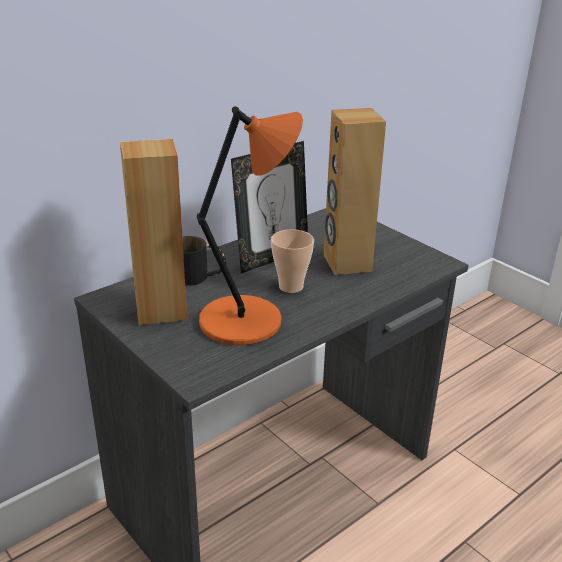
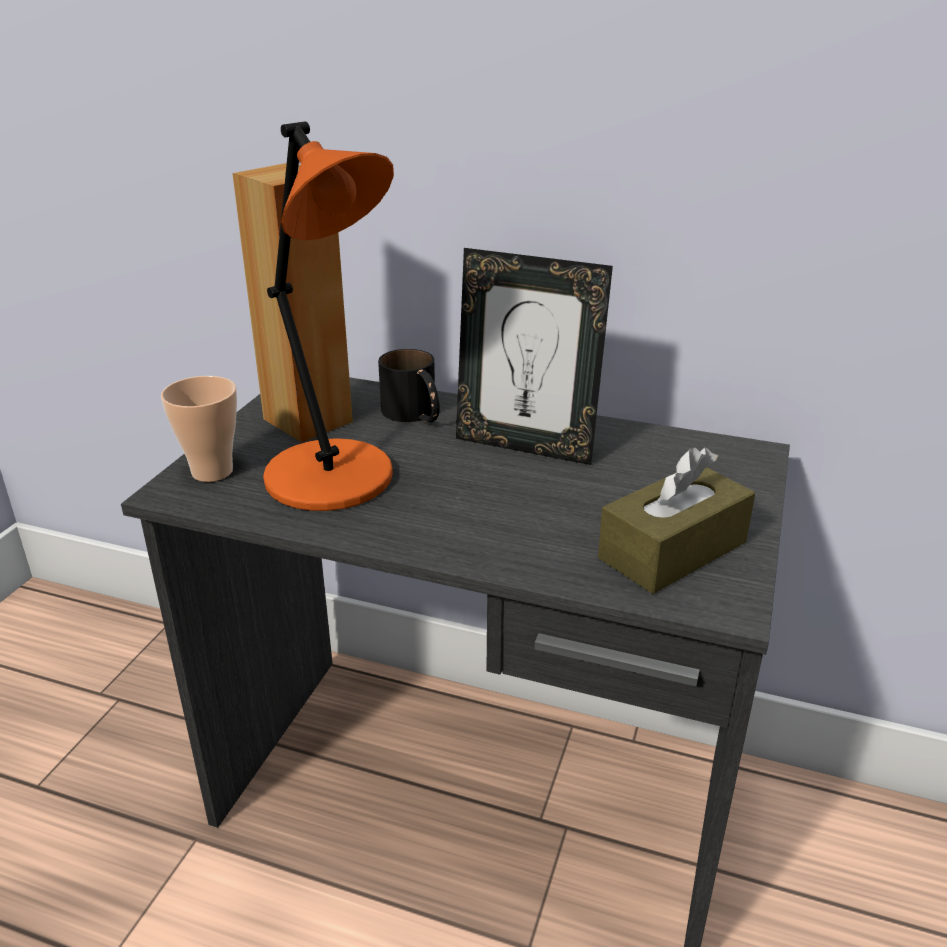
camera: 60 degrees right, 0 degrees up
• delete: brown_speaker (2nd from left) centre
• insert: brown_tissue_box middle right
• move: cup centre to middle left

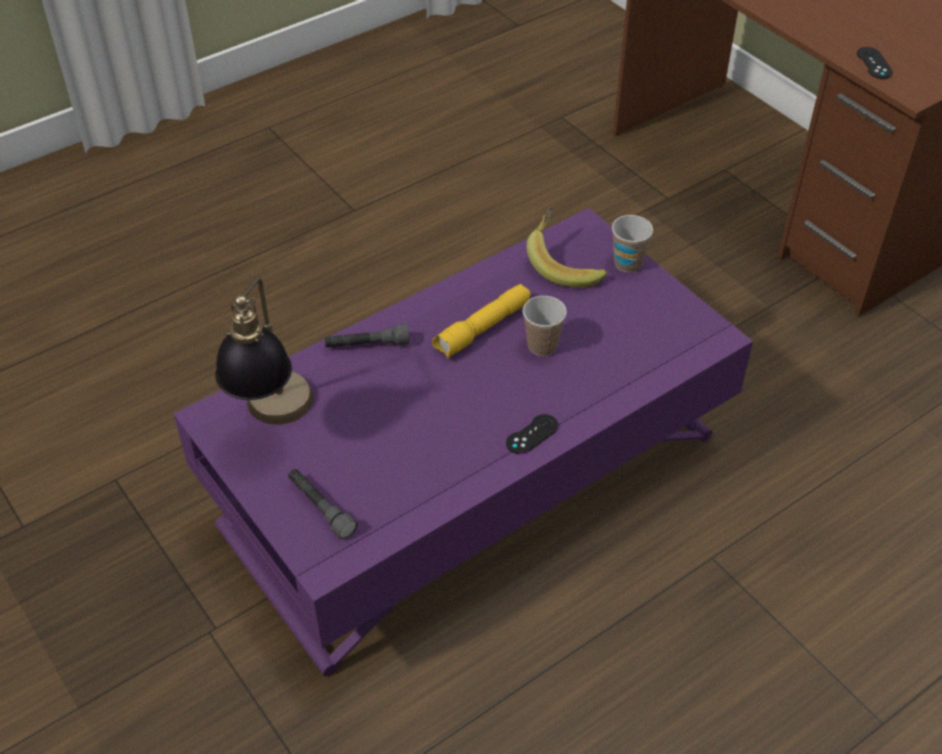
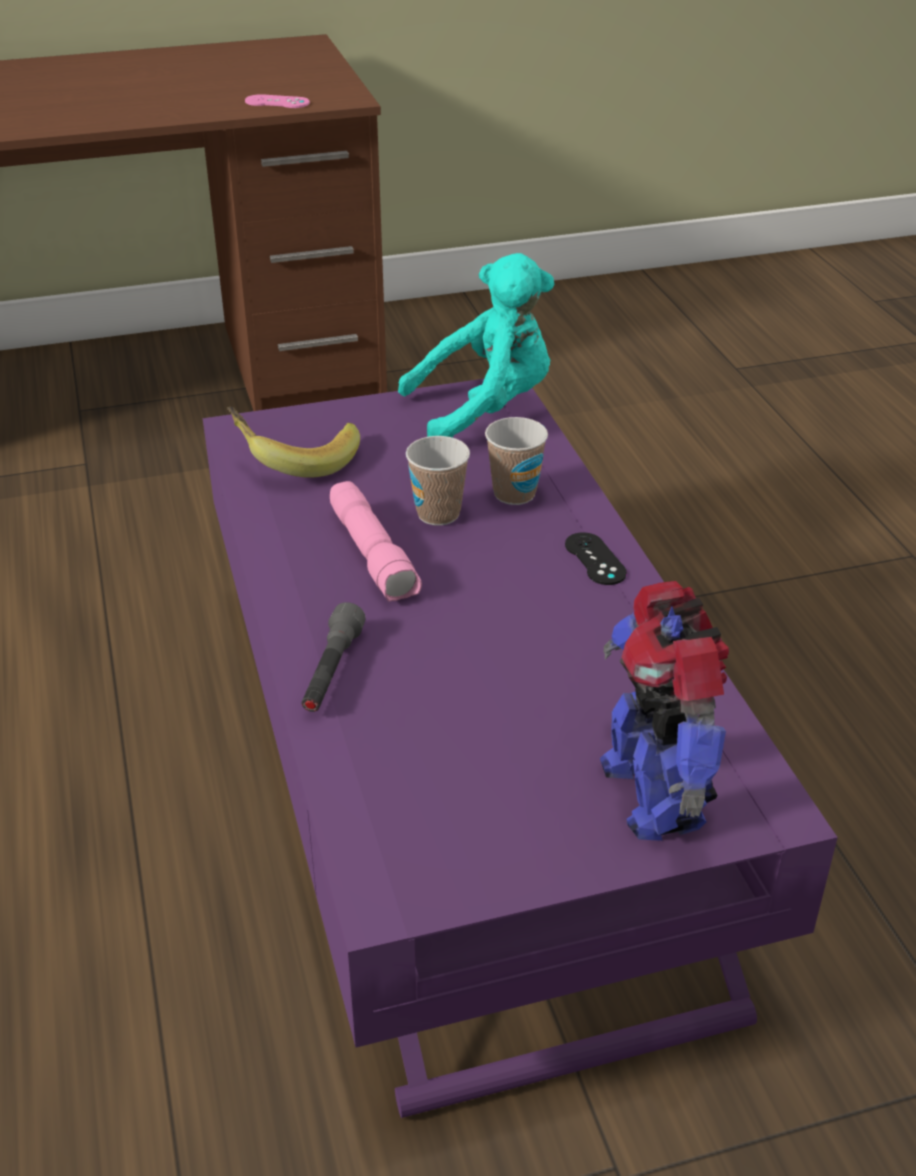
camera: 70 degrees left, 10 degrees down
• delete: table_lamp middle left
• insert: turquoise_plush_toy top centre
• move: cup (2nd from left) top right to centre
• replace: grey_flashlight (1st from left) bottom centre to toy_robot middle right
• recolor: yellow_flashlight centre to pink_flashlight centre
• recolor: black_game_controller (2nd from left) top right to pink_game_controller top left

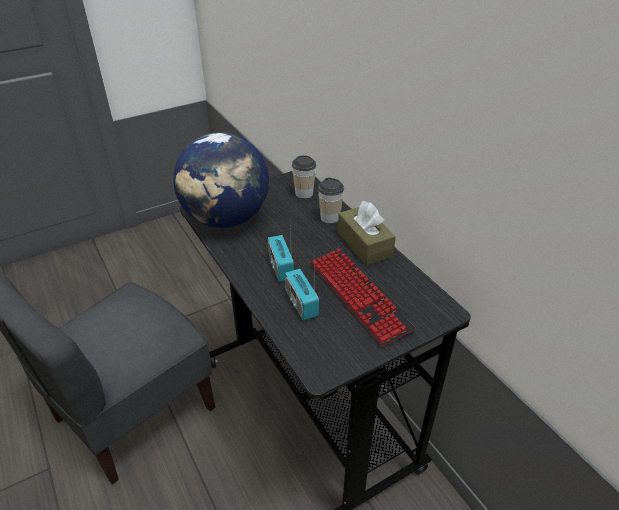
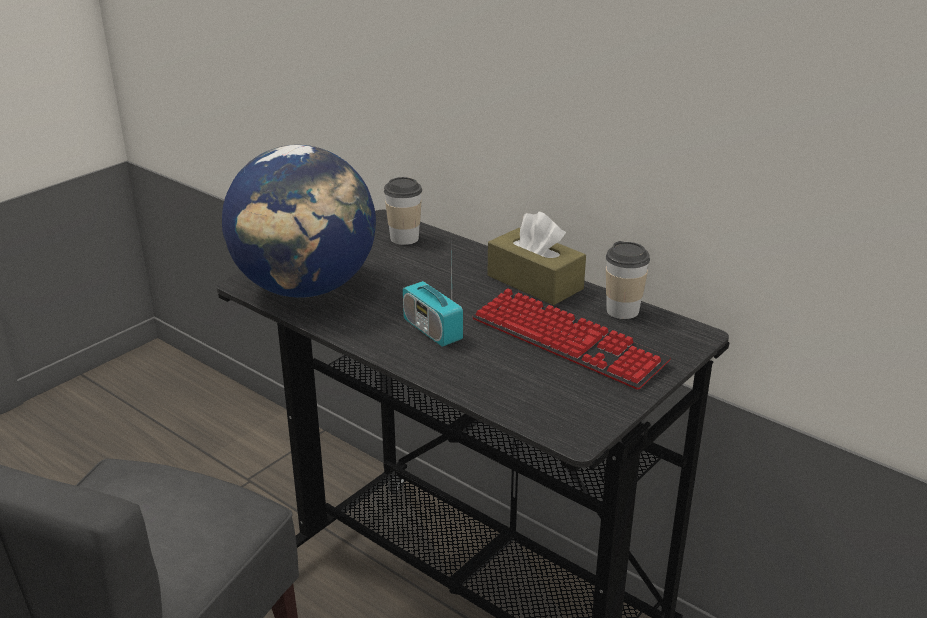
camera: 20 degrees left, 10 degrees down
• delete: radio (2nd from left) centre
• move: cup (2nd from left) centre to middle right

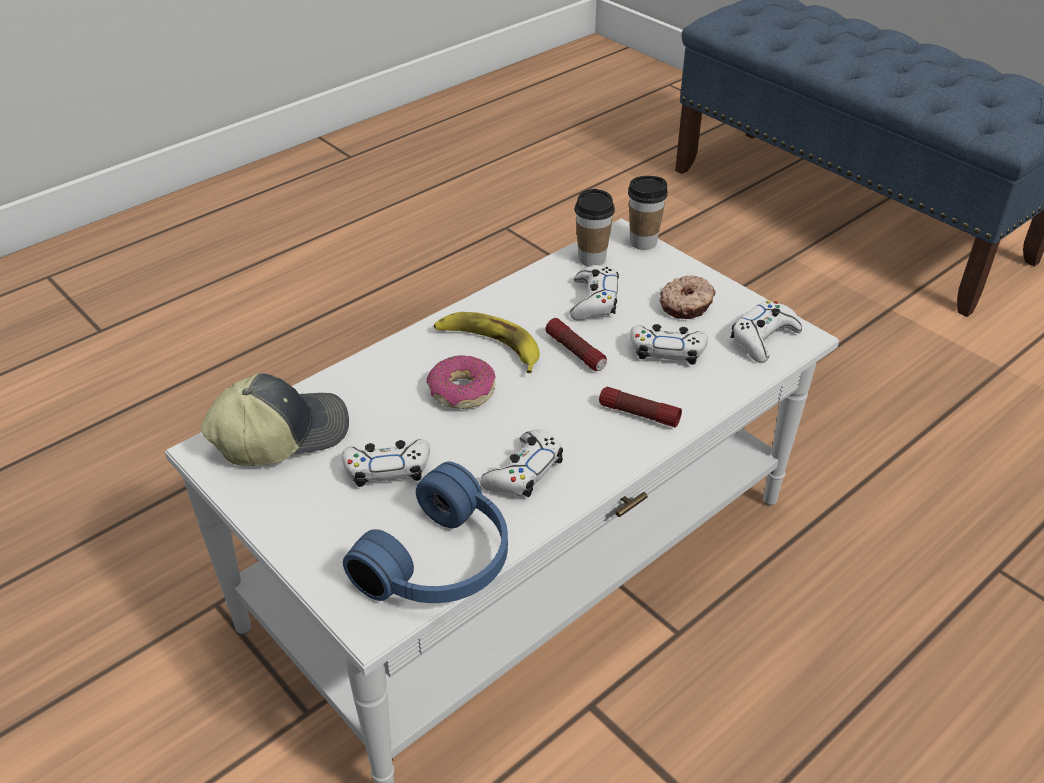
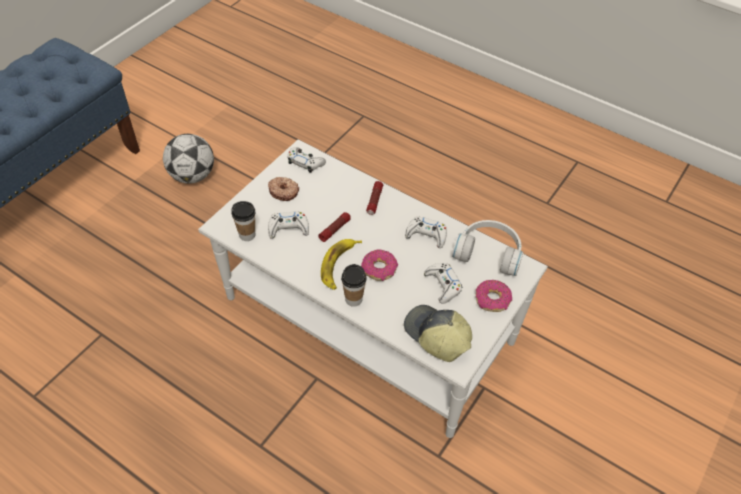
camera: 105 degrees left, 10 degrees up
• delete: white_game_controller (4th from left) centre
• insert: football top left
• insert: donut (3rd from left) middle right
• move: cup (2nd from left) top centre to centre
• recolor: blue_headphones bottom centre to white_headphones centre

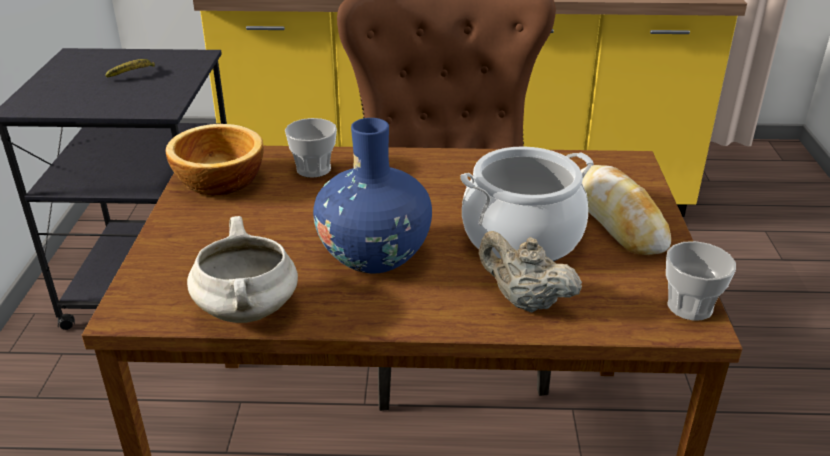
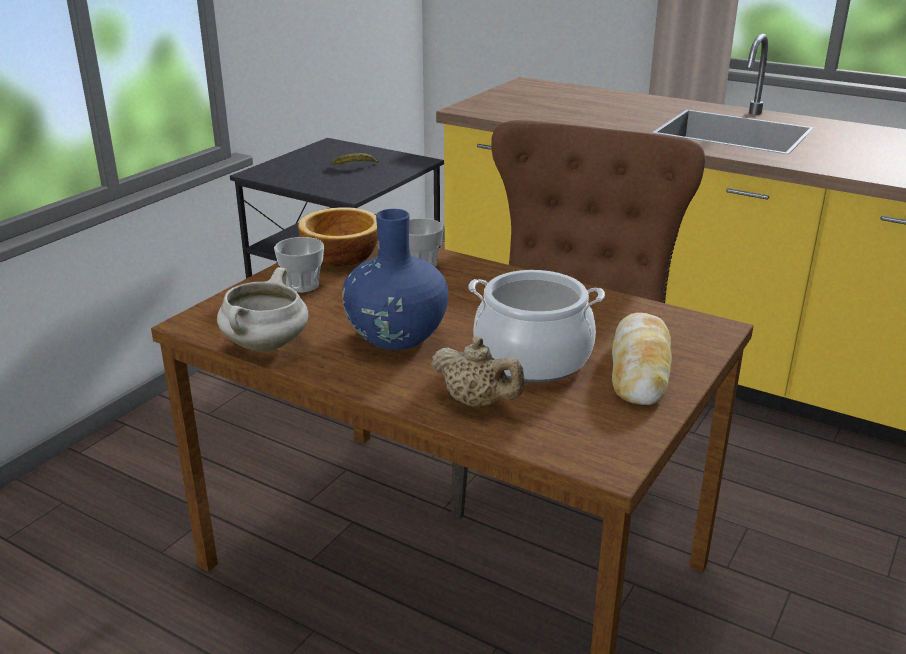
camera: 30 degrees right, 5 degrees down
• move: cup (2nd from left in the first image) middle right to cup (1st from left) middle left
• rotate: beige_teapot centre = centre 150 degrees clockwise

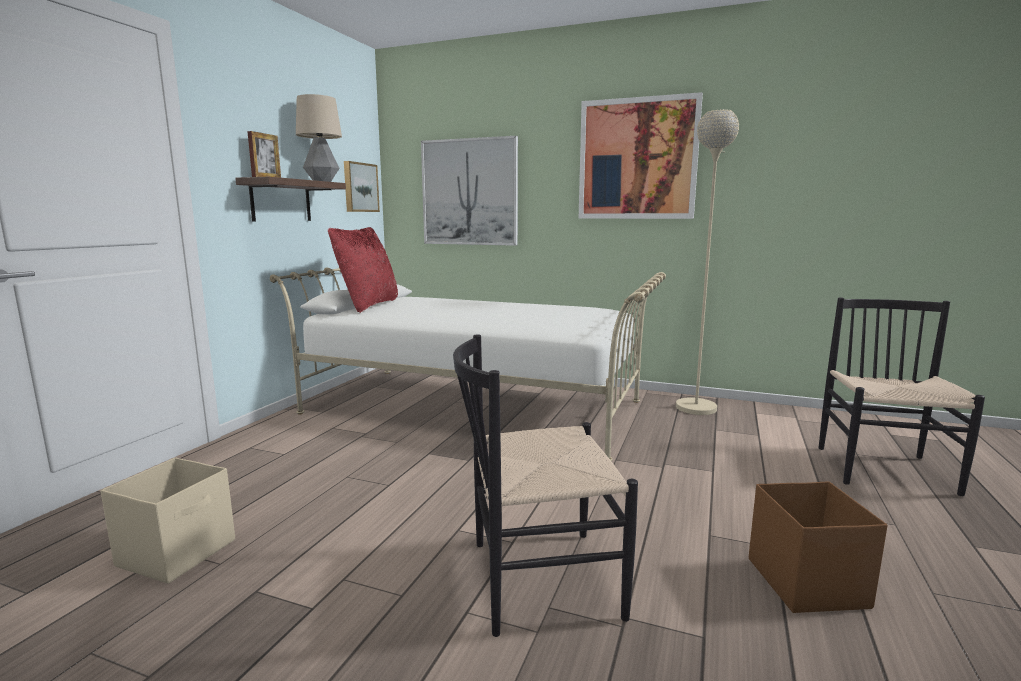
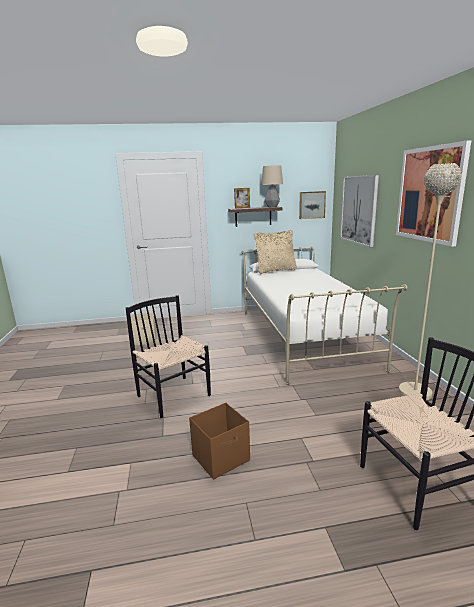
camera: 60 degrees right, 5 degrees up
• recolor: red_pillow centre to beige_pillow centre

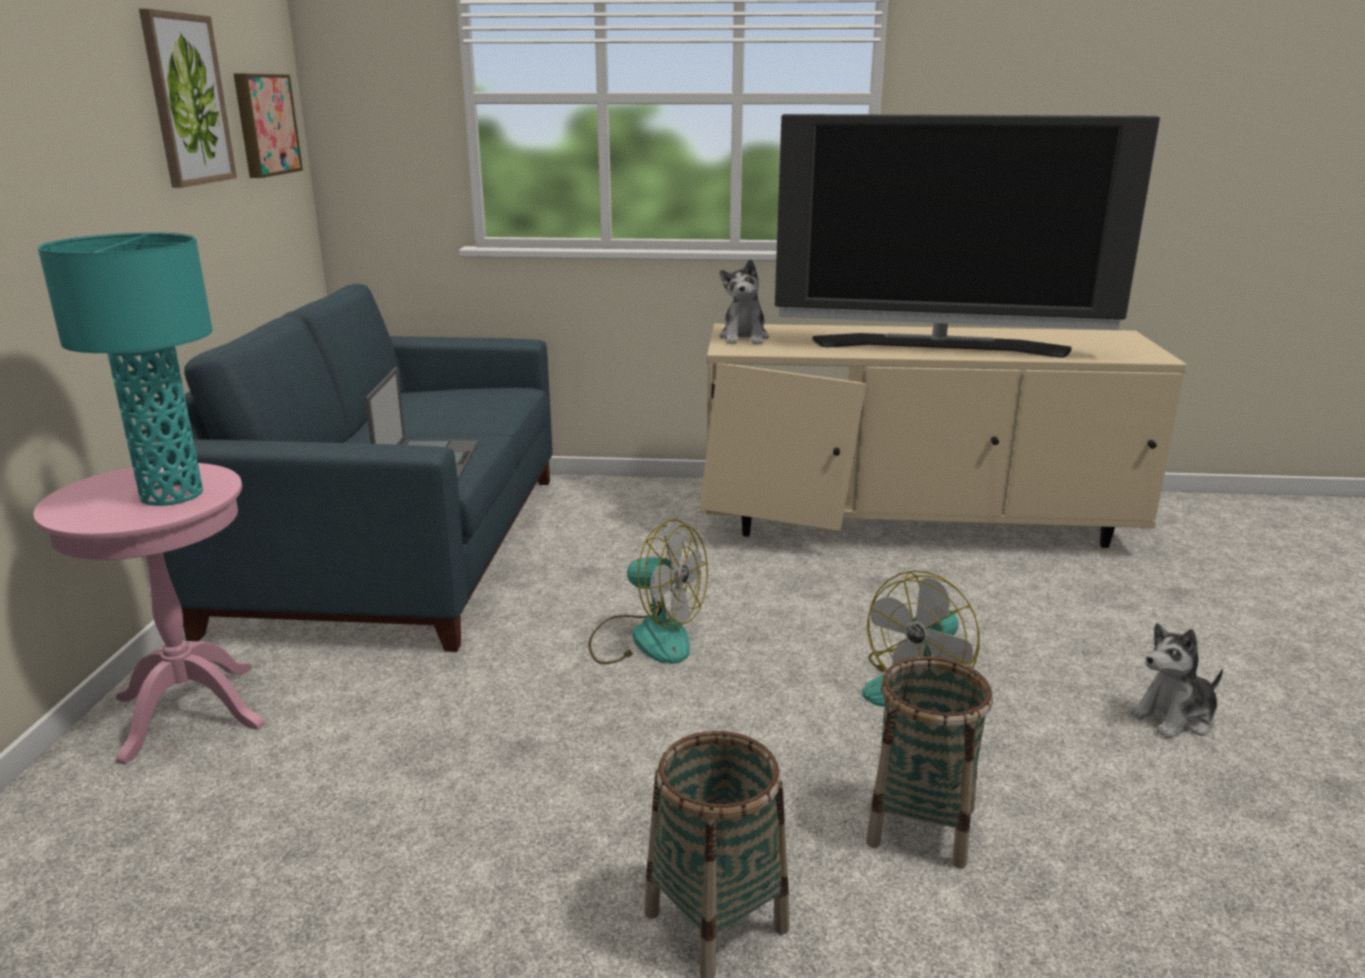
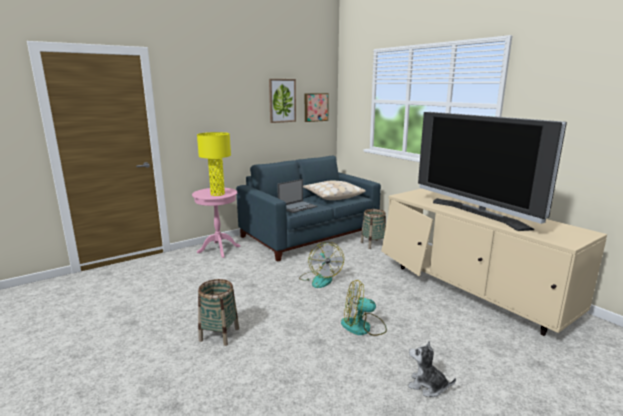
camera: 50 degrees right, 5 degrees down
• delete: plush_toy (1st from left) top centre
• insert: beige_pillow centre
• move: basket (2nd from left) bottom right to centre
• recolor: turquoise_table_lamp middle left to yellow_table_lamp centre

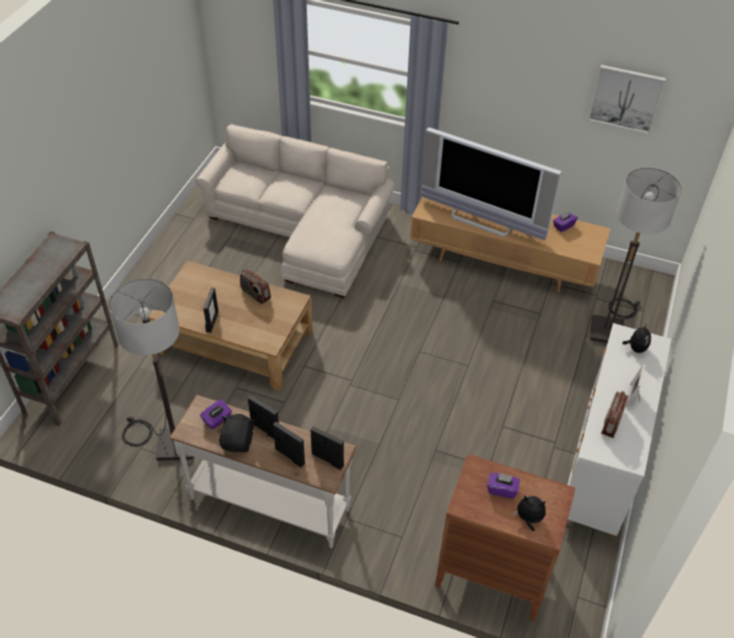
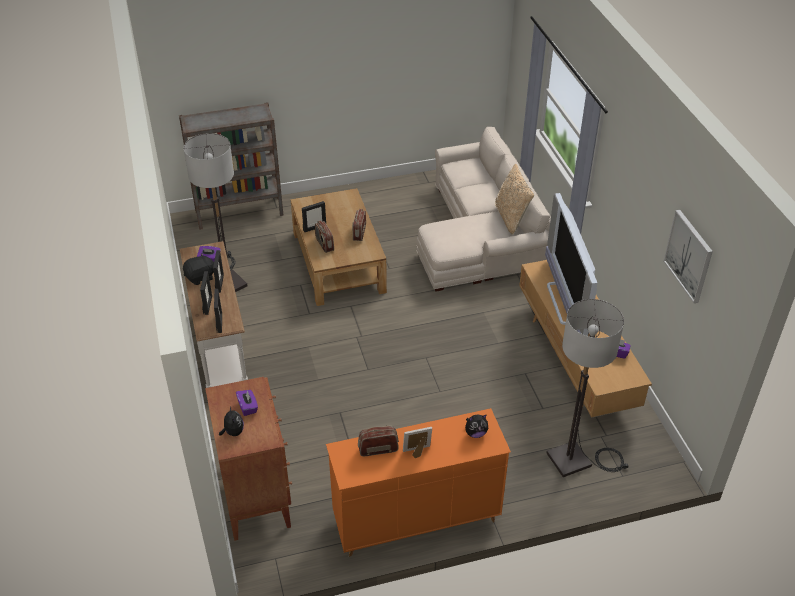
camera: 55 degrees right, 5 degrees down
• insert: radio (1st from left) centre
• insert: beige_pillow top centre
• recolor: white_cabinet bottom right to orange_cabinet bottom centre

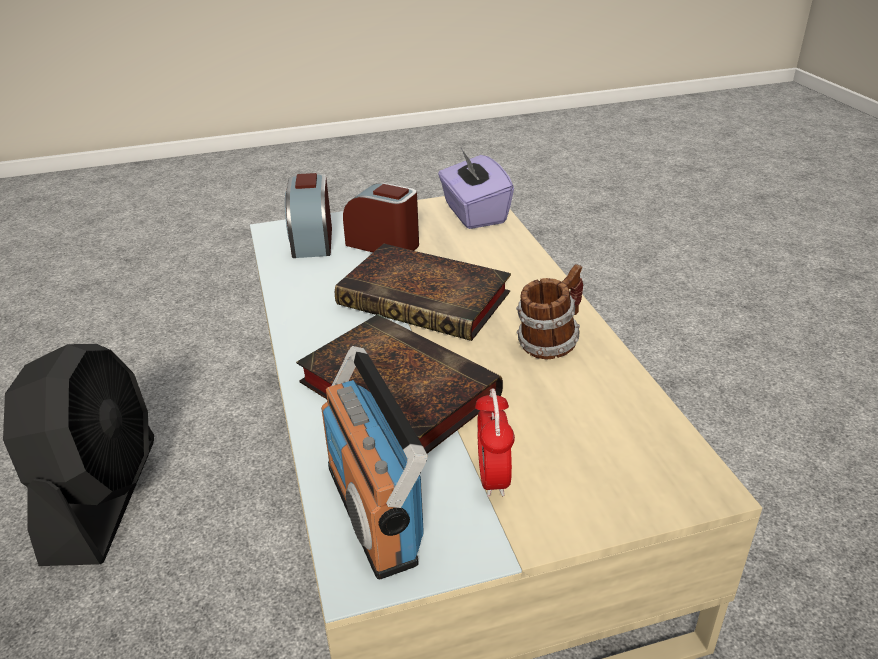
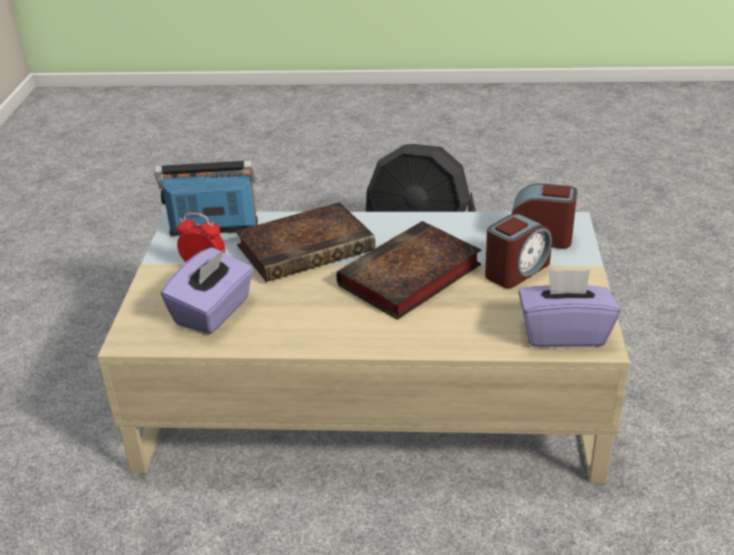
camera: 110 degrees right, 0 degrees up
• delete: mug centre
• insert: purple_tissue_box (1st from left) middle left

